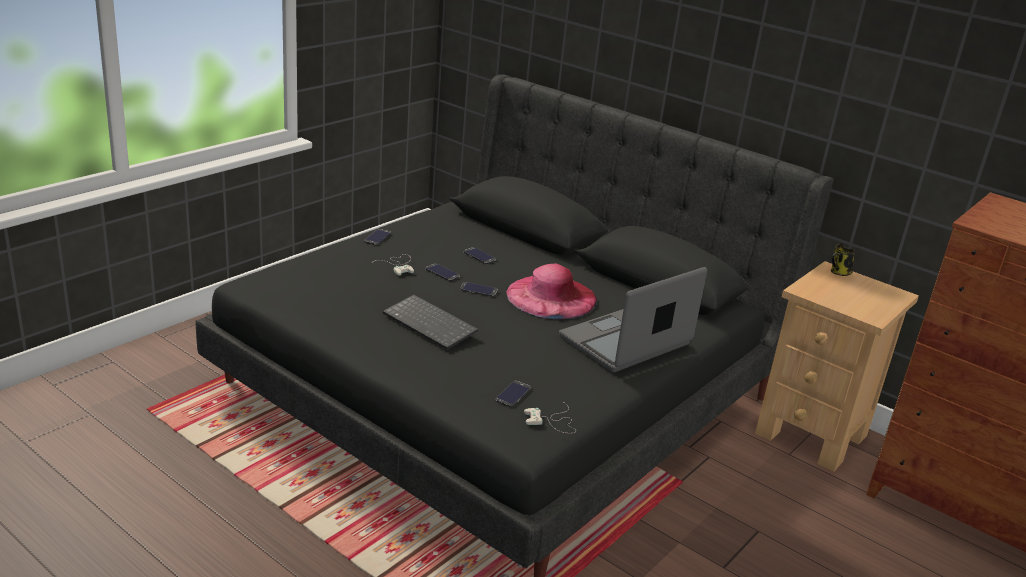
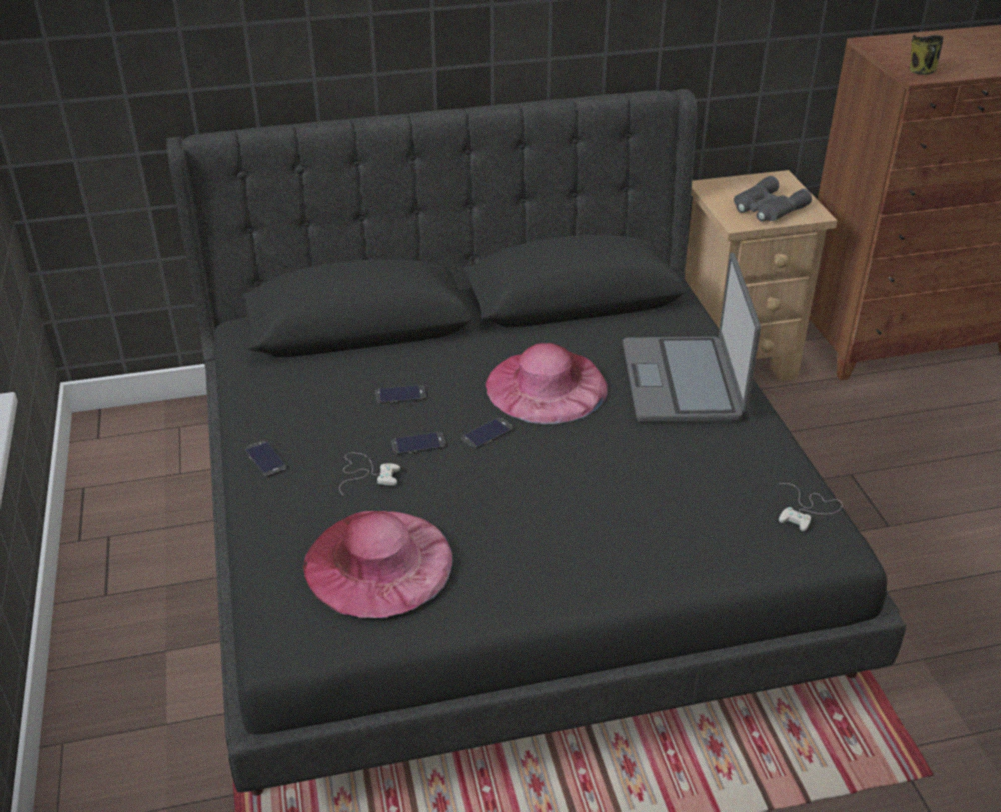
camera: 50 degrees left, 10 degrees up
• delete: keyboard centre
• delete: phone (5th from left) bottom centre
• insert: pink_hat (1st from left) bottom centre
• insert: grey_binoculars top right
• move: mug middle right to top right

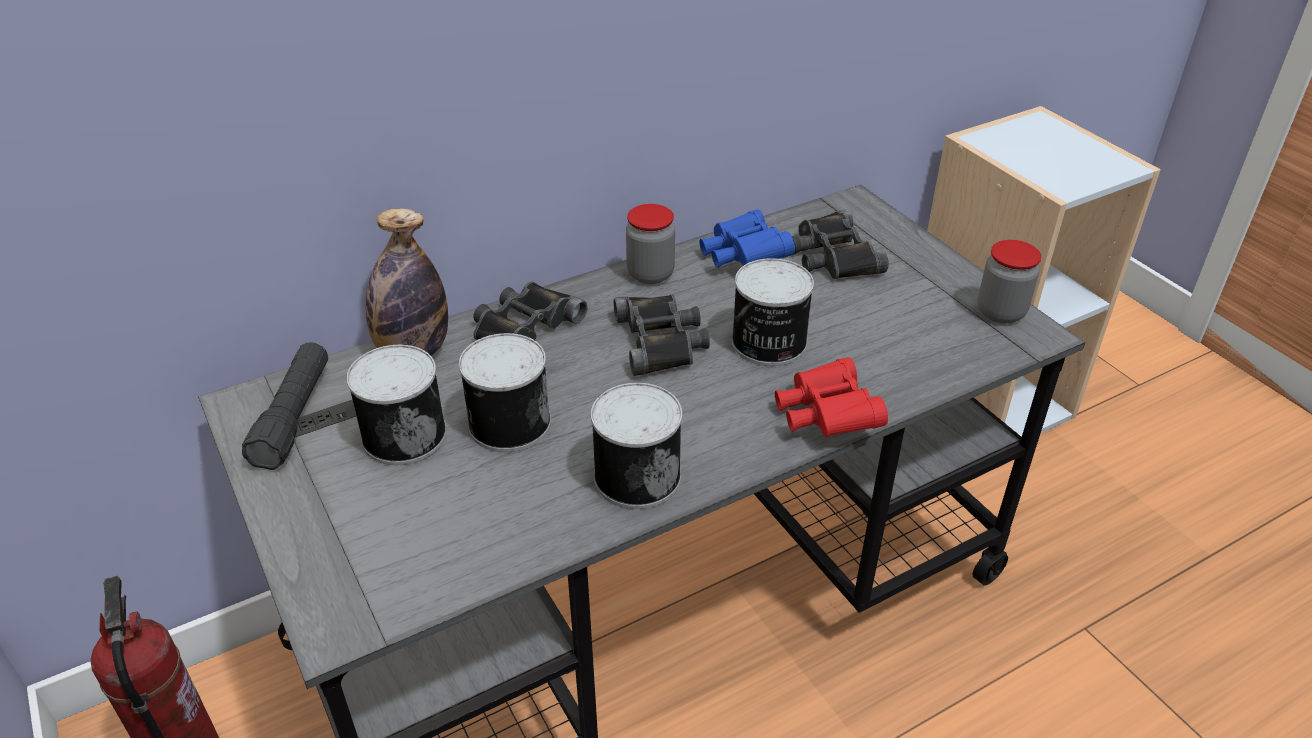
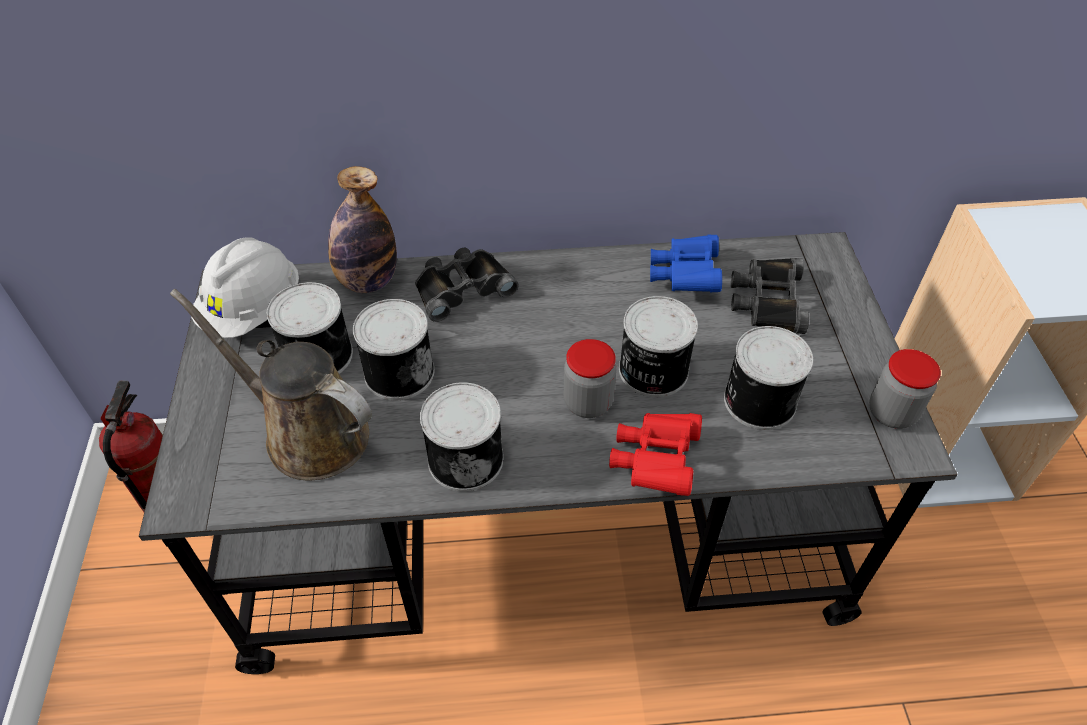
camera: 25 degrees right, 10 degrees up
• delete: black_binoculars (2nd from left) centre
• insert: brown_watering_can middle left
• insert: can (5th from left) middle right
• move: jar (1st from left) top centre to centre
• replace: black_flashlight middle left to white_hard_hat middle left

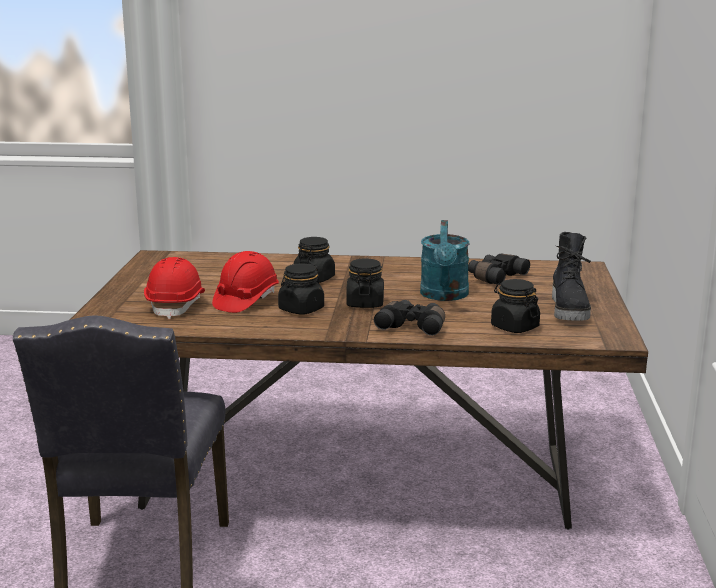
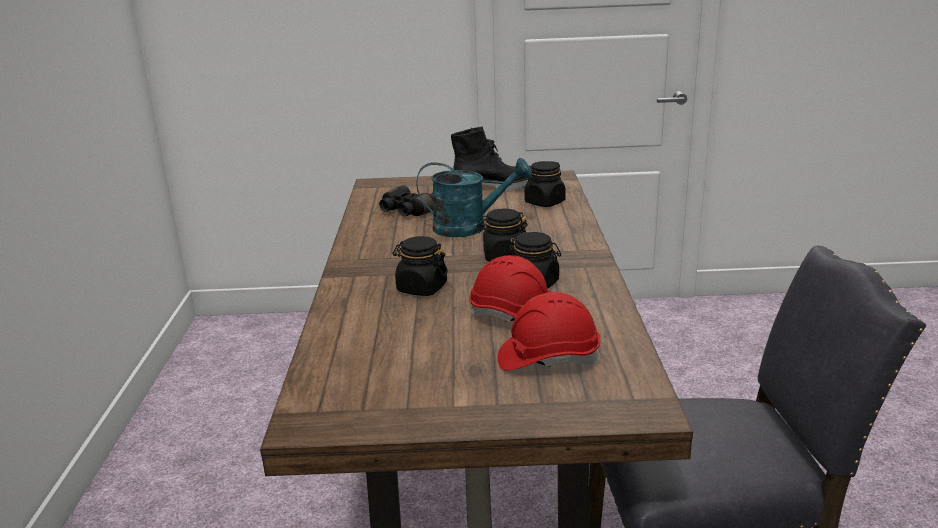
camera: 95 degrees left, 5 degrees up
• delete: black_binoculars (1st from left) centre

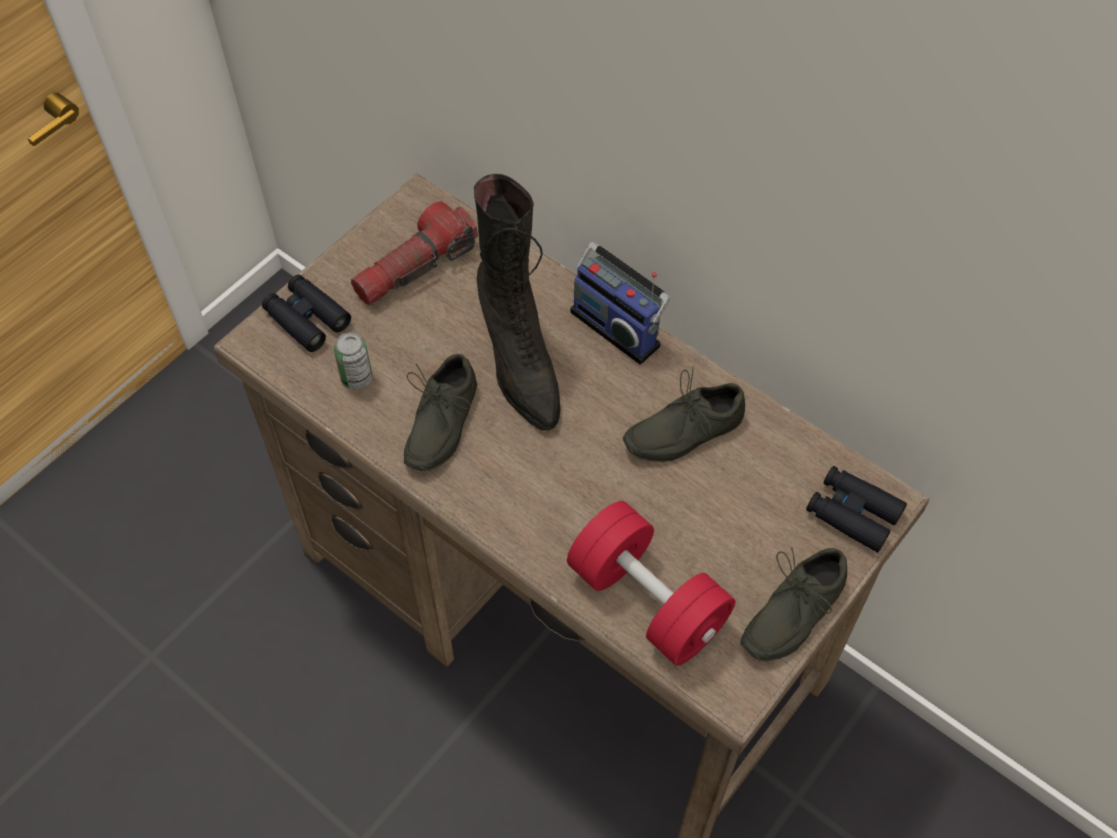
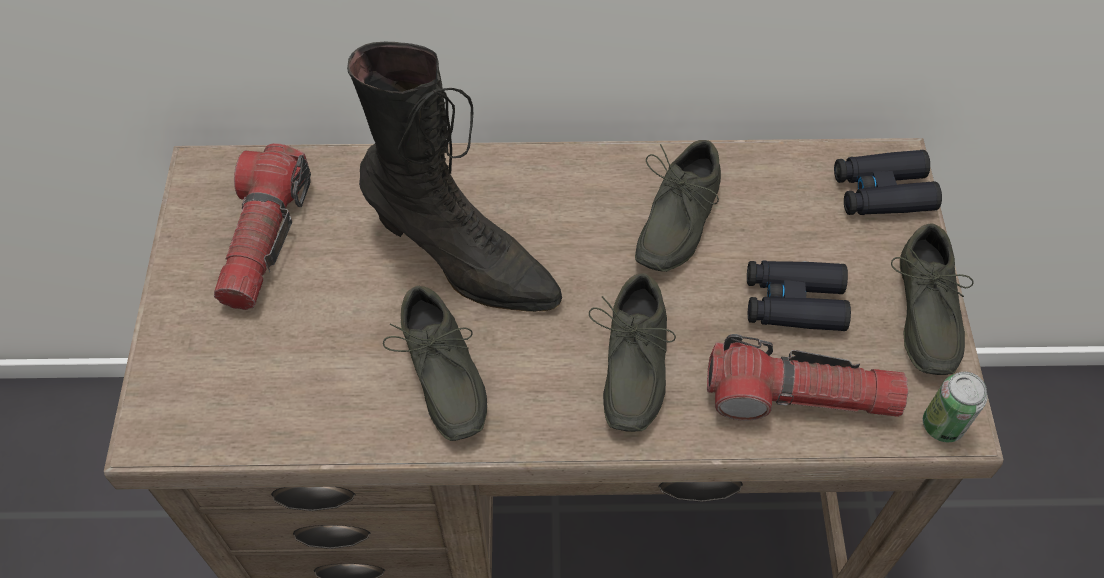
camera: 40 degrees left, 0 degrees up
• delete: radio centre
• insert: grey_shoe (2nd from left) centre
• move: black_binoculars (1st from left) middle left to middle right
• move: can middle left to bottom right
• replace: red_dumbbell bottom centre to flashlight (2nd from left) middle right

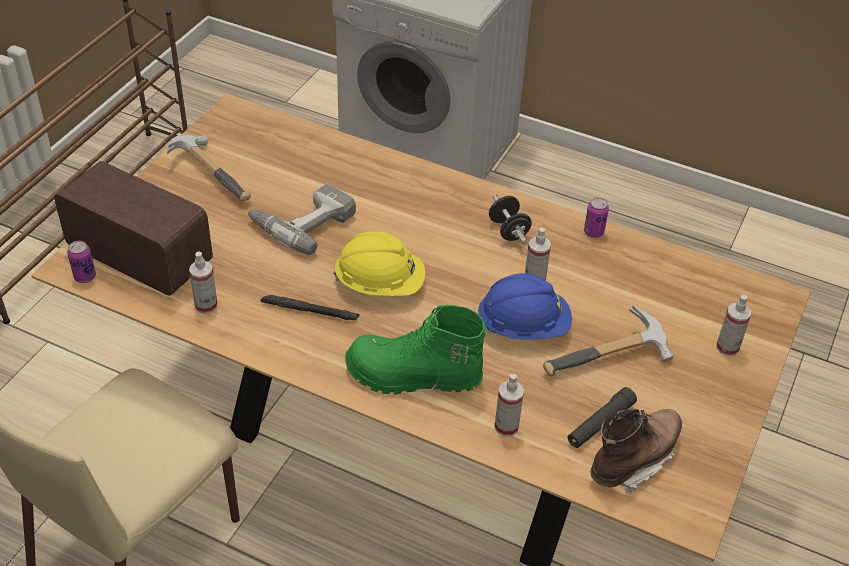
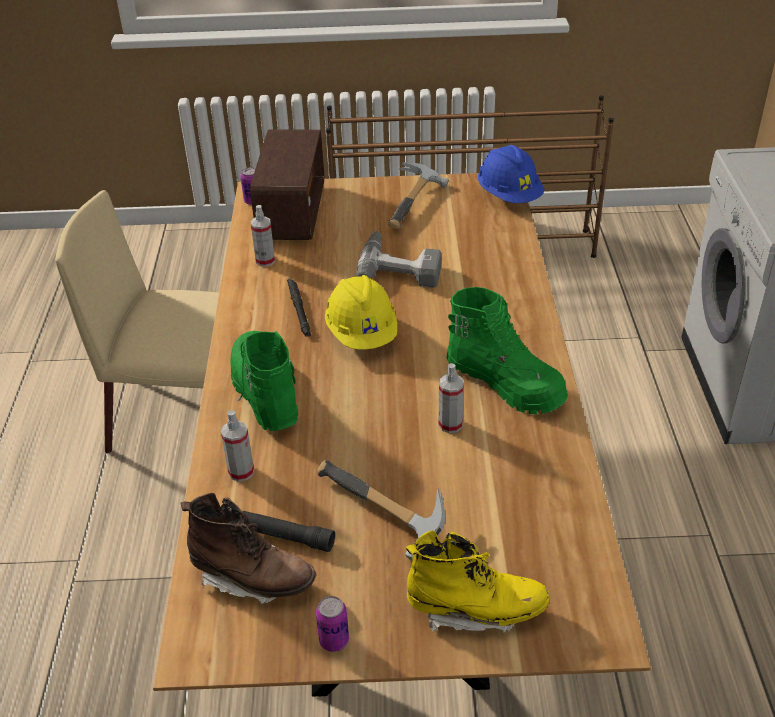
camera: 65 degrees right, 5 degrees down
• move: blue_hard_hat centre to top centre
• move: can (2nd from left) middle right to bottom centre
• replace: black_dumbbell centre to green_boot (2nd from left) centre
• replace: spray_bottle (4th from left) middle right to yellow_boot bottom centre

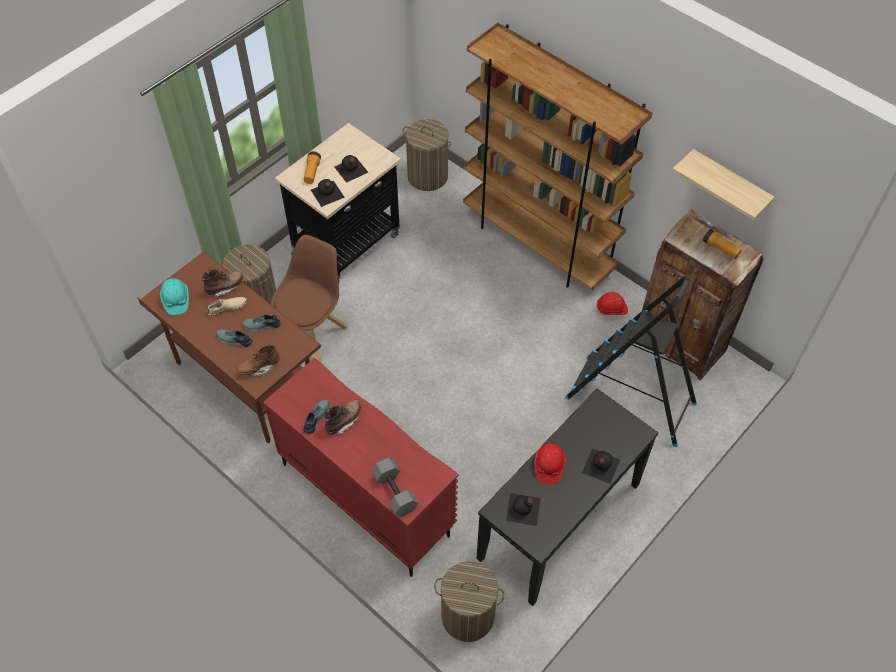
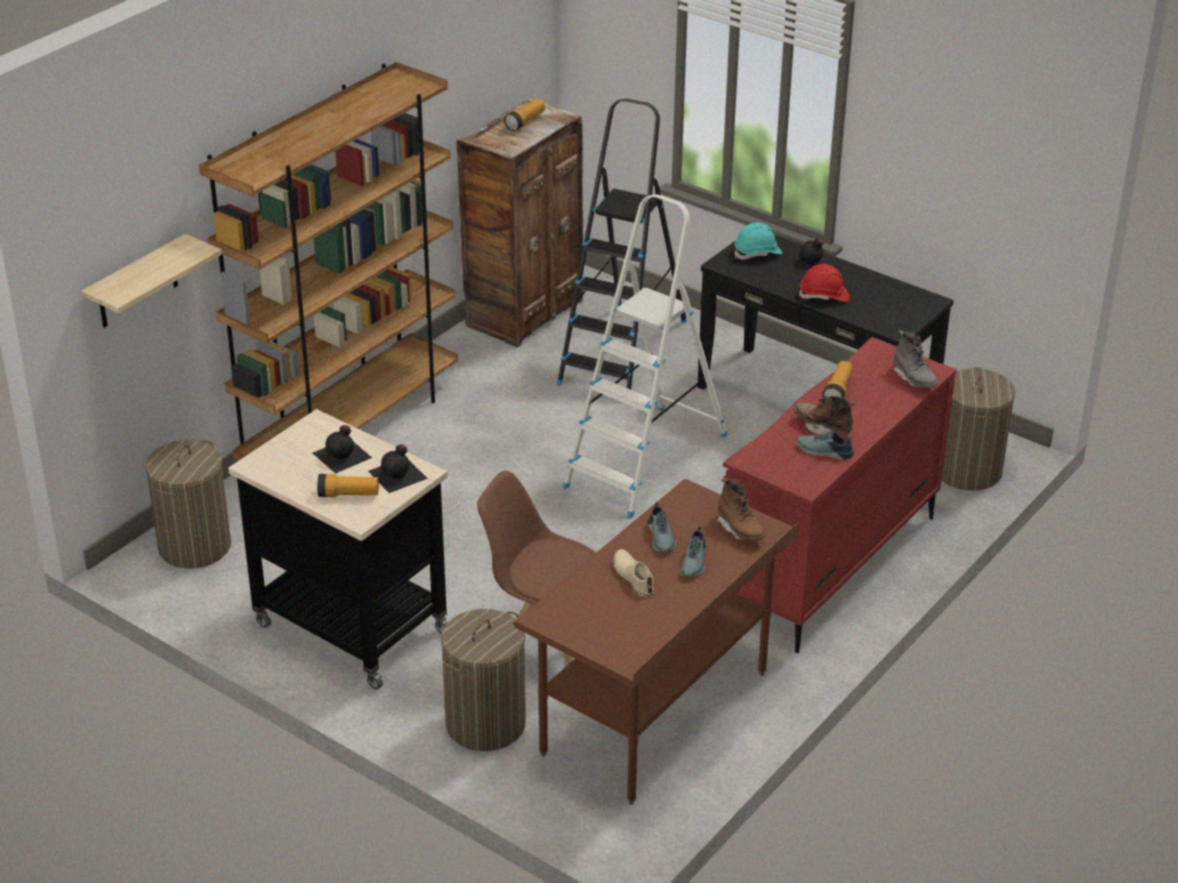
camera: 95 degrees left, 20 degrees down
• delete: brown_boot (1st from left) middle left
• delete: black_bottle (3rd from left) bottom centre
• delete: red_hard_hat (2nd from left) middle right
• insert: white_step_ladder centre
• insert: flashlight (3rd from left) middle right
• move: turquoise_hard_hat middle left to top centre
• move: shelf top right to top left
• replace: grey_dumbbell bottom centre to grey_boot middle right

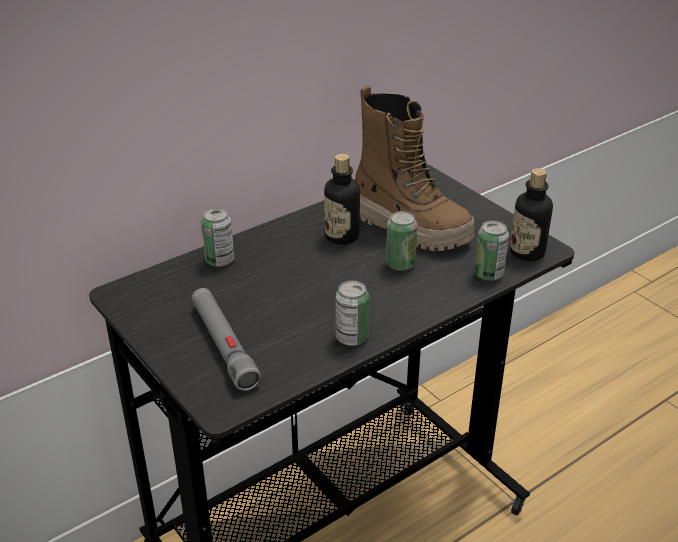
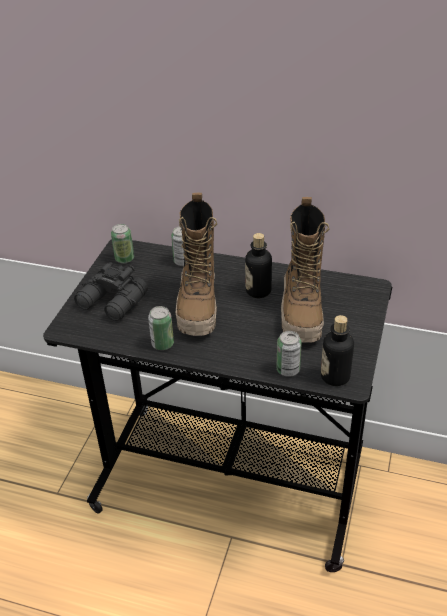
camera: 55 degrees right, 5 degrees up
• insert: boot (1st from left) centre
• move: can (3rd from left in the first image) centre to can (1st from left) middle left
• replace: grey_flashlight centre to black_binoculars middle left

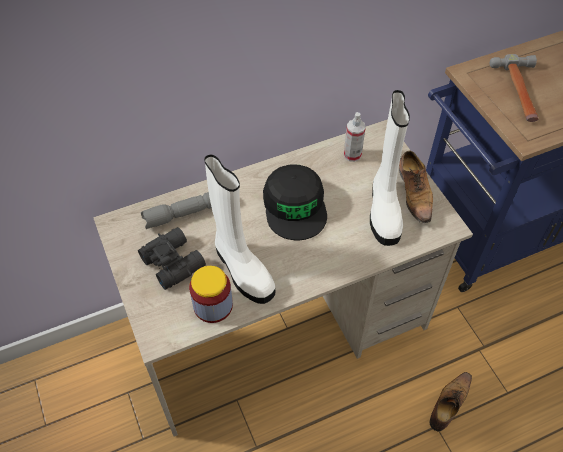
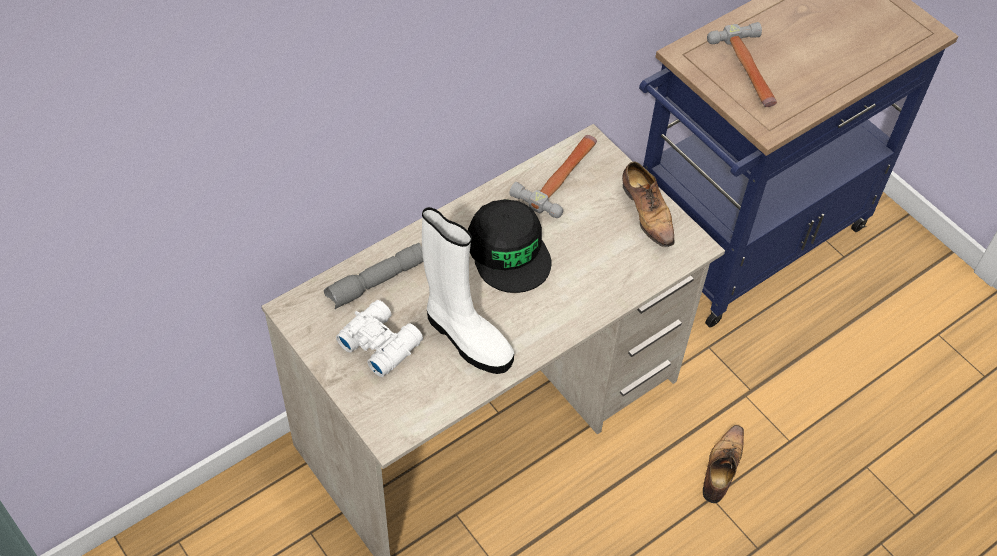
camera: 15 degrees left, 0 degrees up
• delete: jar centre
• delete: white_boot (2nd from left) middle right
• replace: spray_bottle top centre to hammer (1st from left) top centre
• recolor: black_binoculars middle left to white_binoculars centre

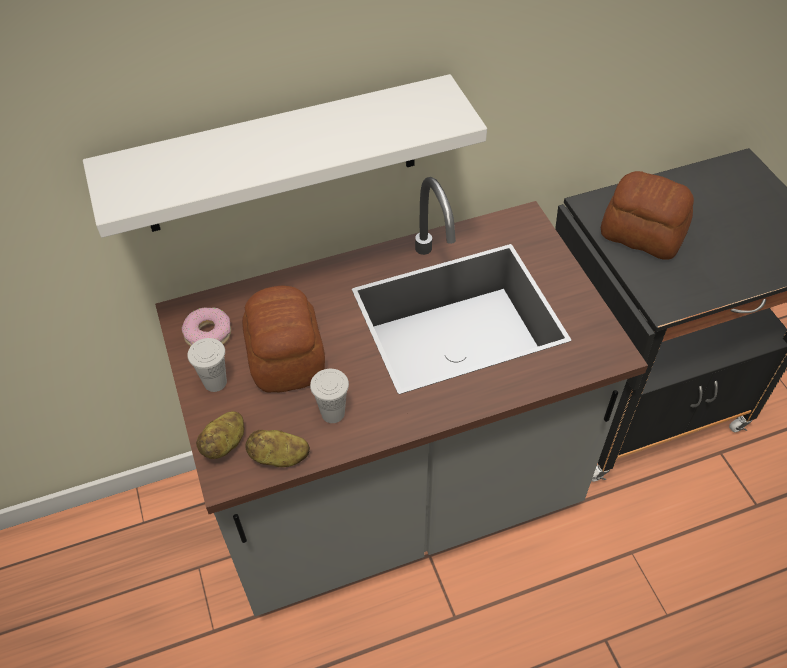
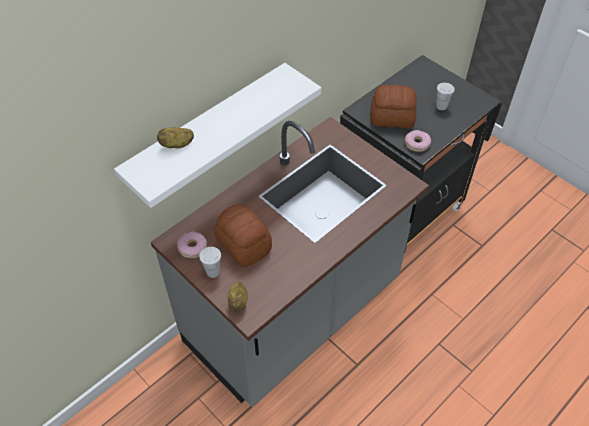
camera: 25 degrees left, 0 degrees up
• insert: donut (2nd from left) top right
• move: potato (2nd from left in the first image) bottom centre to potato (1st from left) top left
• move: white_cup (2nd from left) centre to top right

